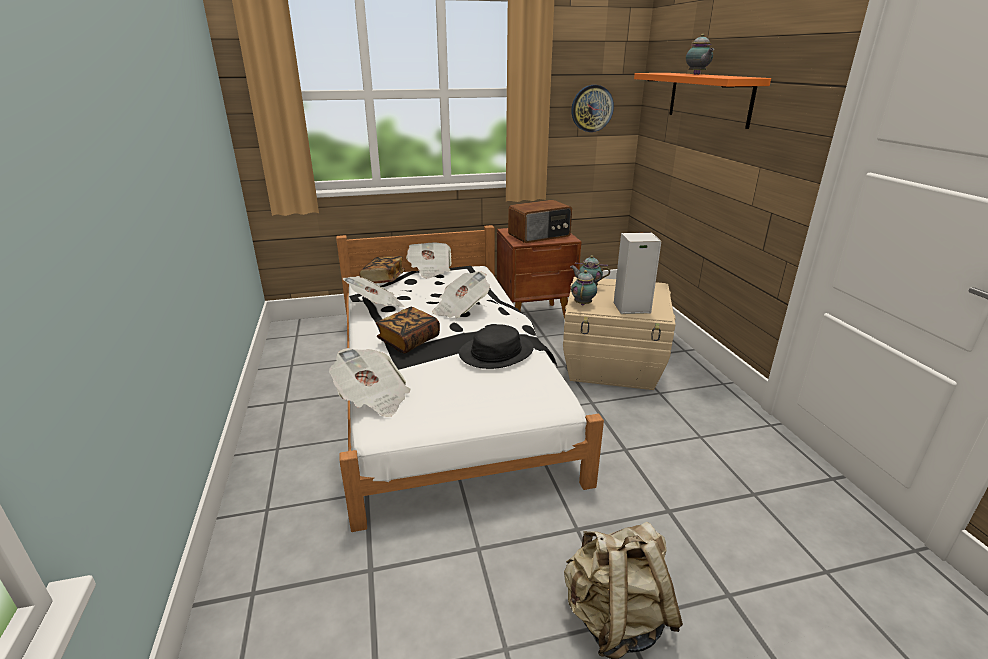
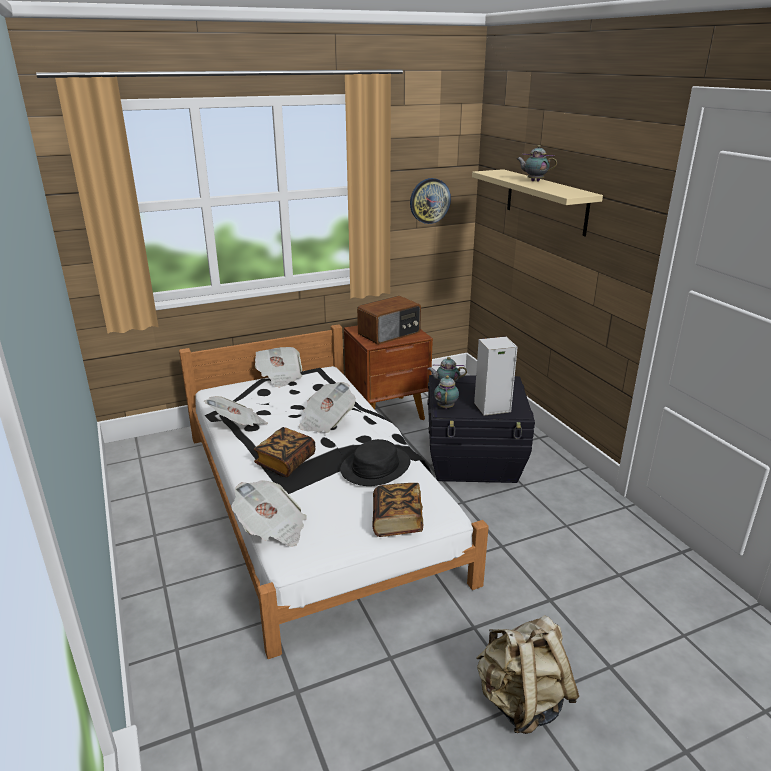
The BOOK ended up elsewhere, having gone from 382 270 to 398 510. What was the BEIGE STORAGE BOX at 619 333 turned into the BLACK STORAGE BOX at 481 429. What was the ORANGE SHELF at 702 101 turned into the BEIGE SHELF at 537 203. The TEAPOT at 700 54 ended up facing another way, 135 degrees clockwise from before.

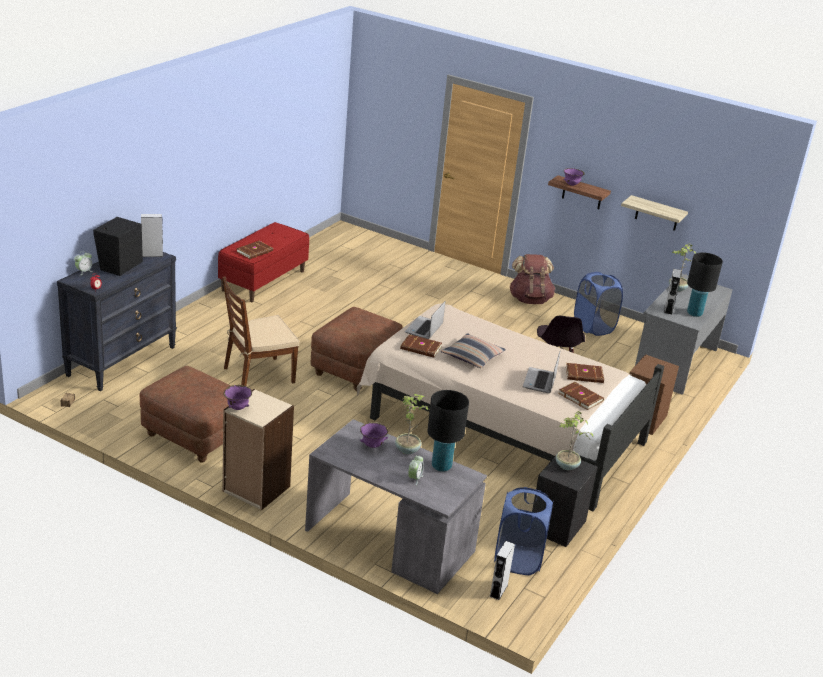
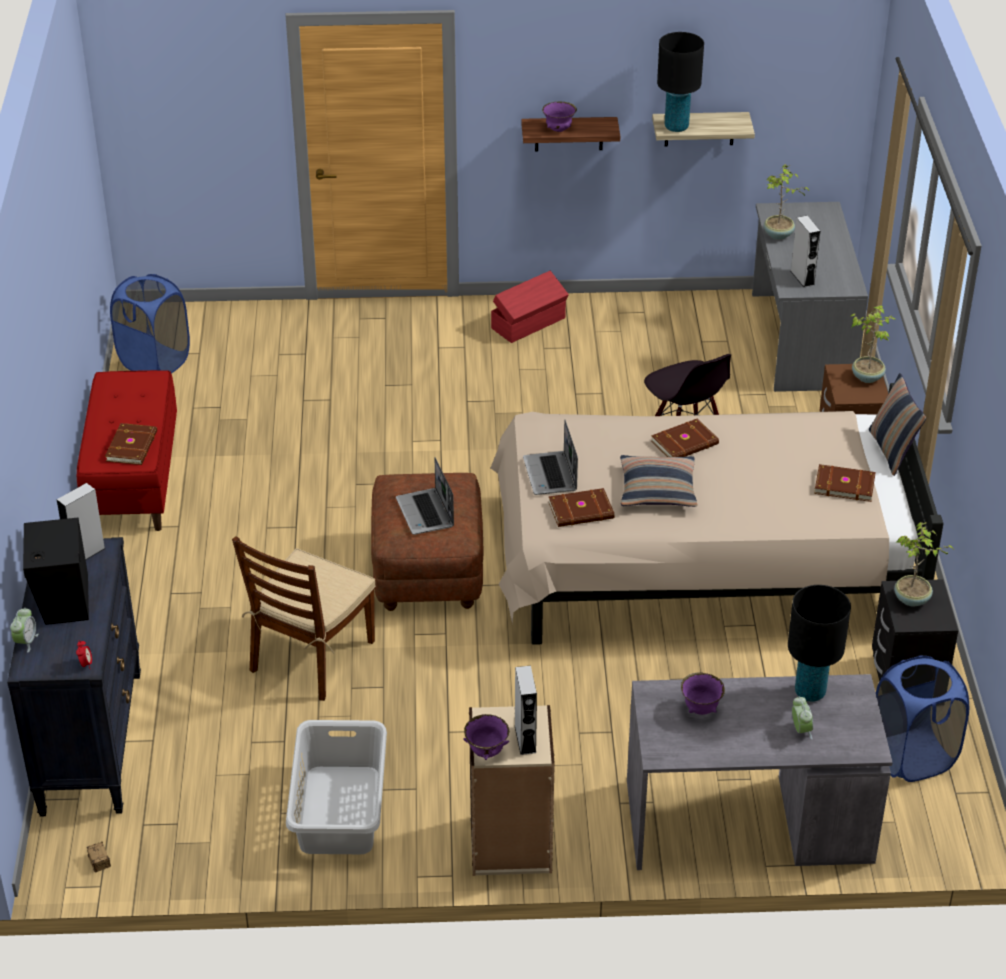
Where the BROWN OTTOMAN stood at 185 414, the GREY LAUNDRY BASKET came to stand at 336 787. The POTTED PLANT ended up elsewhere, having gone from 412 424 to 873 344. The GREY SPEAKER ended up elsewhere, having gone from 502 570 to 526 710. Where the BROWN BACKPACK stood at 532 279, the RED STORAGE BOX came to stand at 530 307. The LAPTOP ended up elsewhere, having gone from 541 372 to 425 496. The BROWN BOOK ended up elsewhere, having gone from 585 373 to 685 438. The BLUE LAUNDRY BASKET ended up elsewhere, having gone from 598 304 to 150 324. The BLACK TABLE LAMP ended up elsewhere, having gone from 705 284 to 680 82. The second view gained the PILLOW at 897 424.

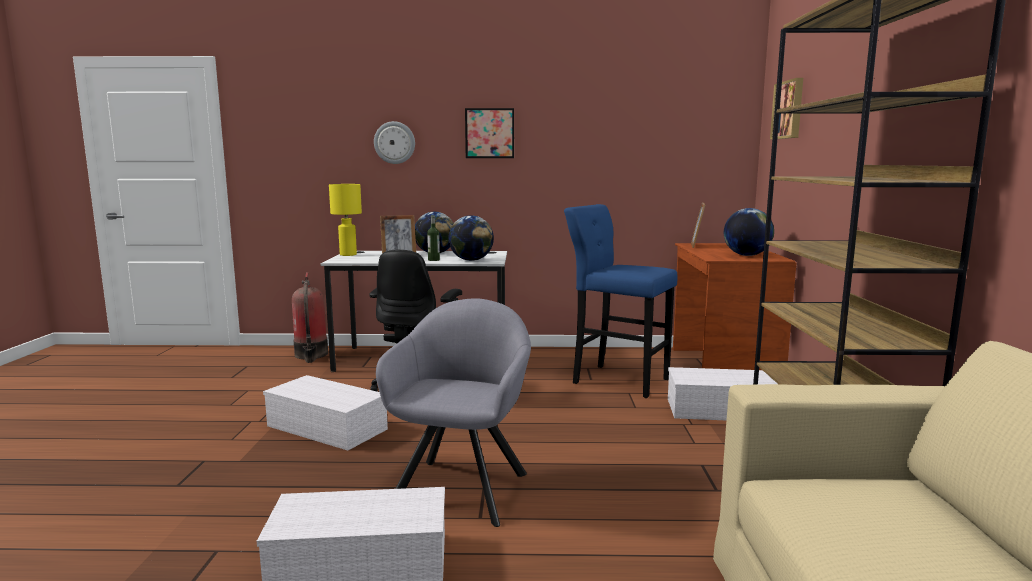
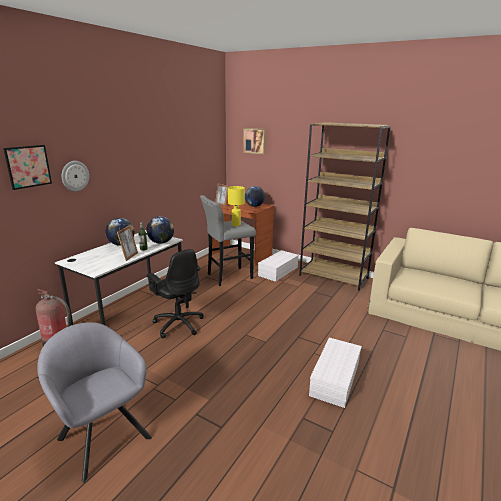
The second view lost the WHITE STORAGE BOX at 325 413. The YELLOW TABLE LAMP ended up elsewhere, having gone from 345 220 to 236 206. The GREY ARMCHAIR ended up elsewhere, having gone from 453 412 to 94 402. The PICTURE ended up elsewhere, having gone from 489 133 to 27 167. What was the BLUE STOOL at 620 301 turned into the GREY STOOL at 228 240.

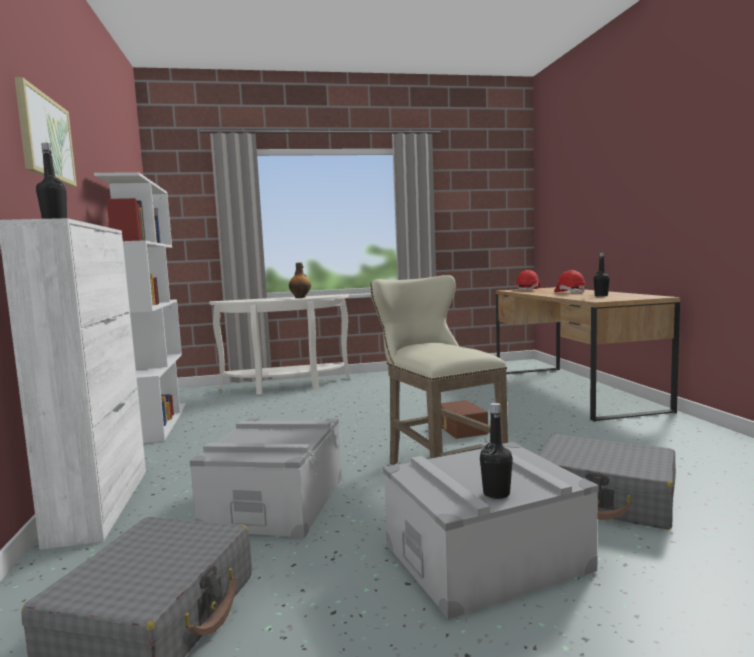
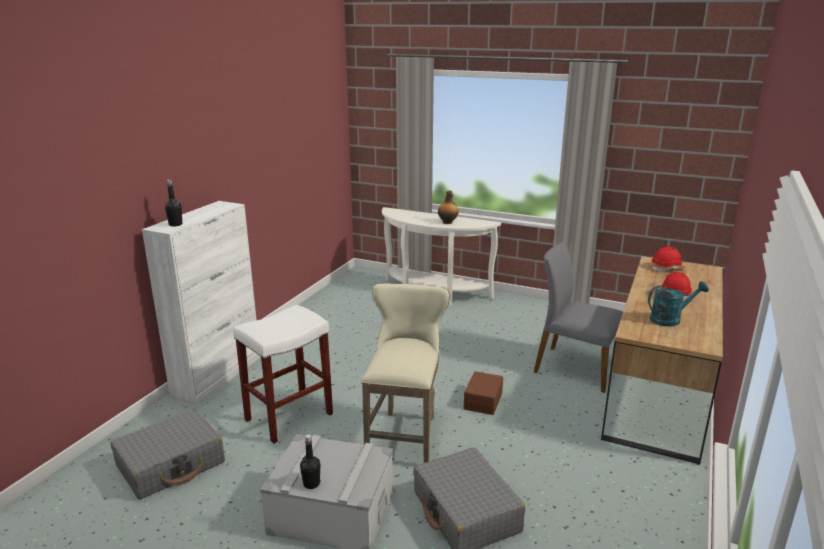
The second view lost the PICTURE at 46 132. The second view lost the WHITE BOOKCASE at 140 307. Where the GREY STORAGE BOX stood at 266 478, the WHITE STOOL came to stand at 283 374. Where the BLACK BOTTLE stood at 601 275, the TURQUOISE WATERING CAN came to stand at 678 304. The second view gained the GREY CHAIR at 578 317.

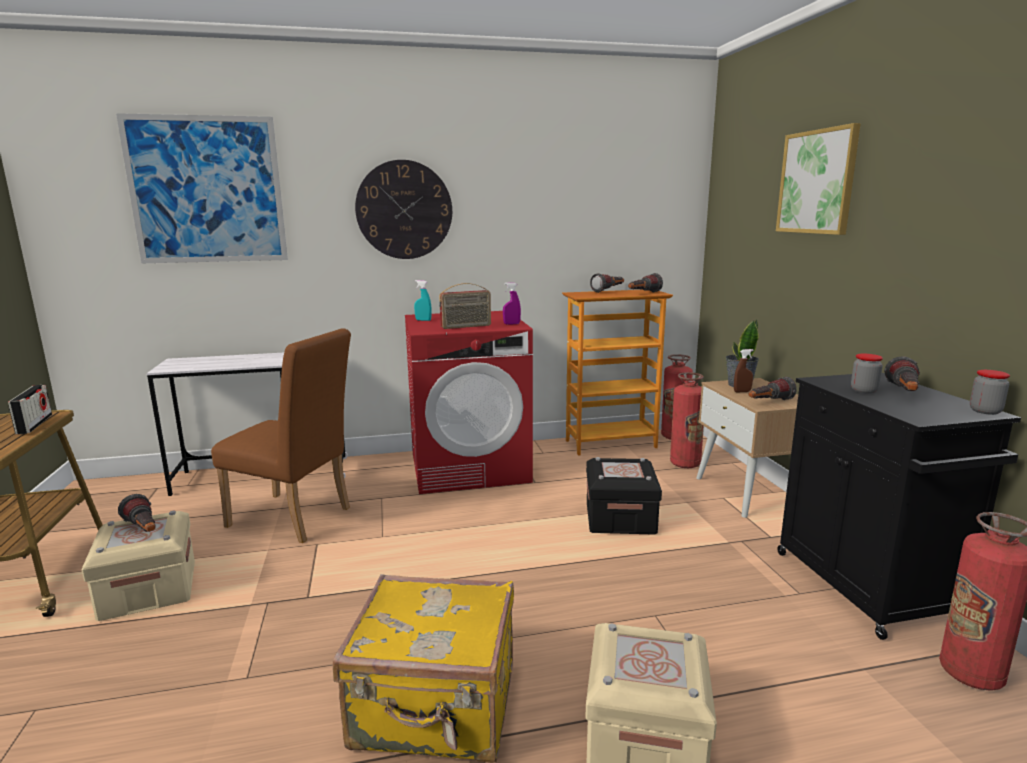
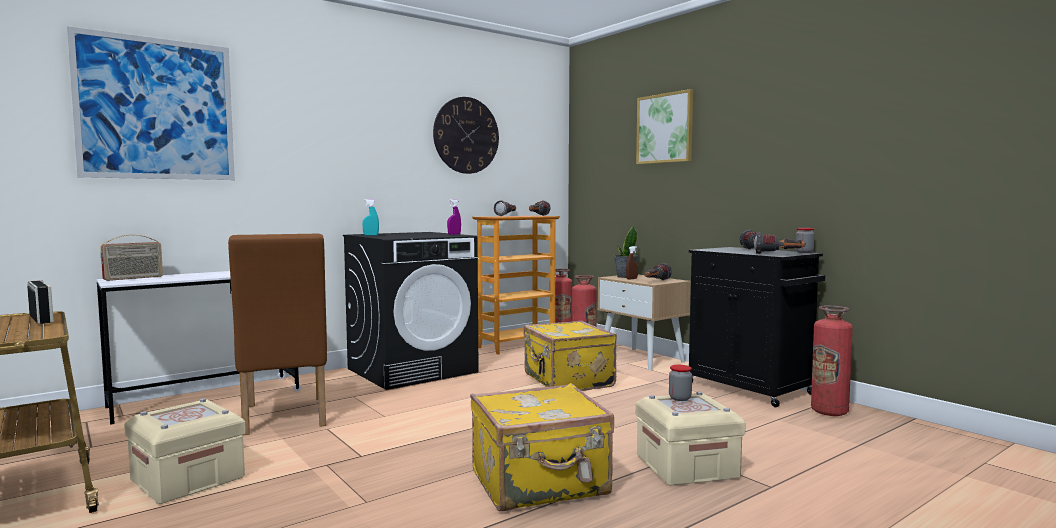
The FLASHLIGHT ended up elsewhere, having gone from 137 513 to 780 243. The BROWN CHAIR at 281 435 ended up facing another way, 75 degrees clockwise from before. The WALL CLOCK ended up elsewhere, having gone from 403 209 to 466 135. What was the RED WASHING MACHINE at 469 402 turned into the BLACK WASHING MACHINE at 411 311. The RADIO ended up elsewhere, having gone from 465 306 to 131 258. Where the BLACK STORAGE BOX stood at 624 496, the YELLOW SUITCASE came to stand at 570 356. The JAR ended up elsewhere, having gone from 867 374 to 680 383.

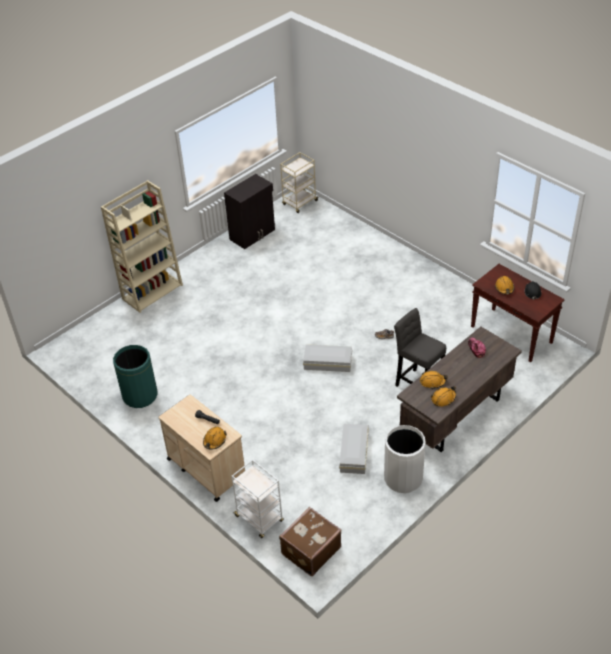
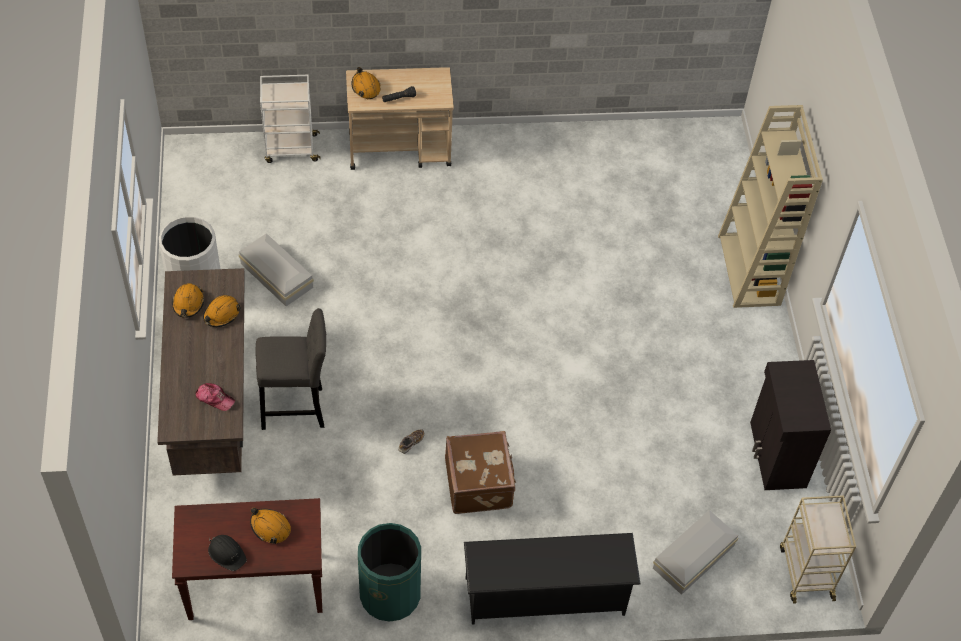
The GREEN TRASH CAN ended up elsewhere, having gone from 135 376 to 389 572. The BROWN SUITCASE ended up elsewhere, having gone from 310 541 to 480 472. The WHITE STORAGE BOX ended up elsewhere, having gone from 327 358 to 695 552. The second view gained the BLACK SHOE RACK at 552 579.

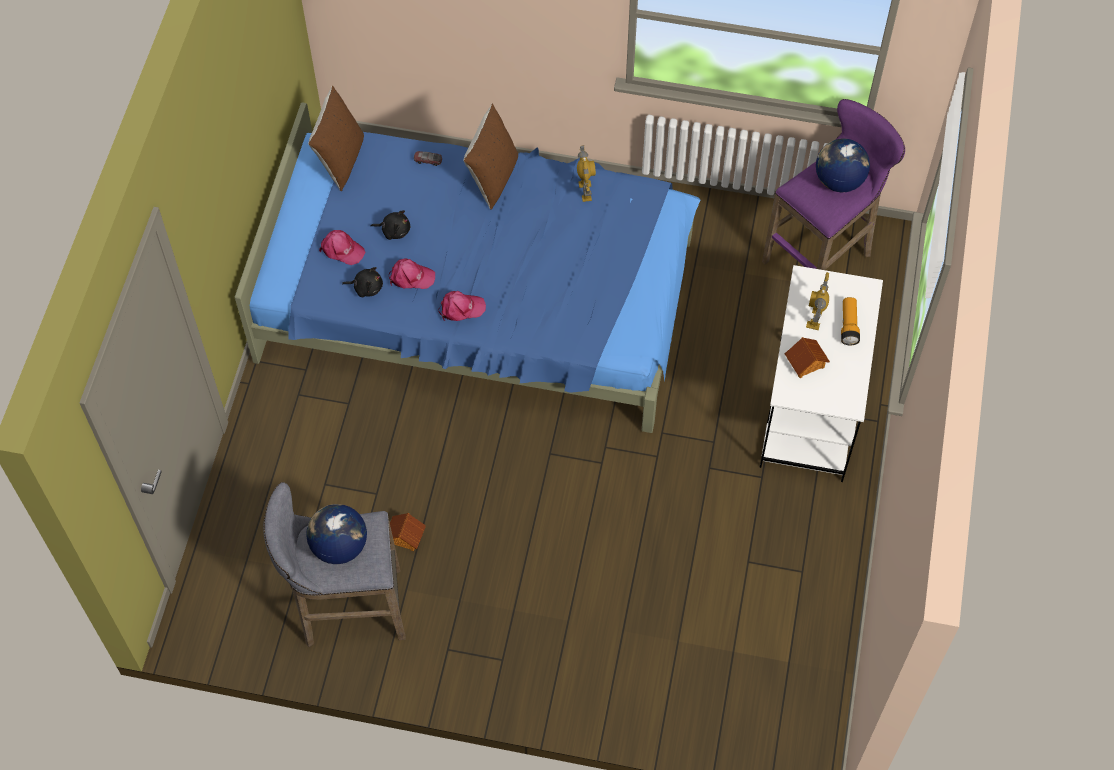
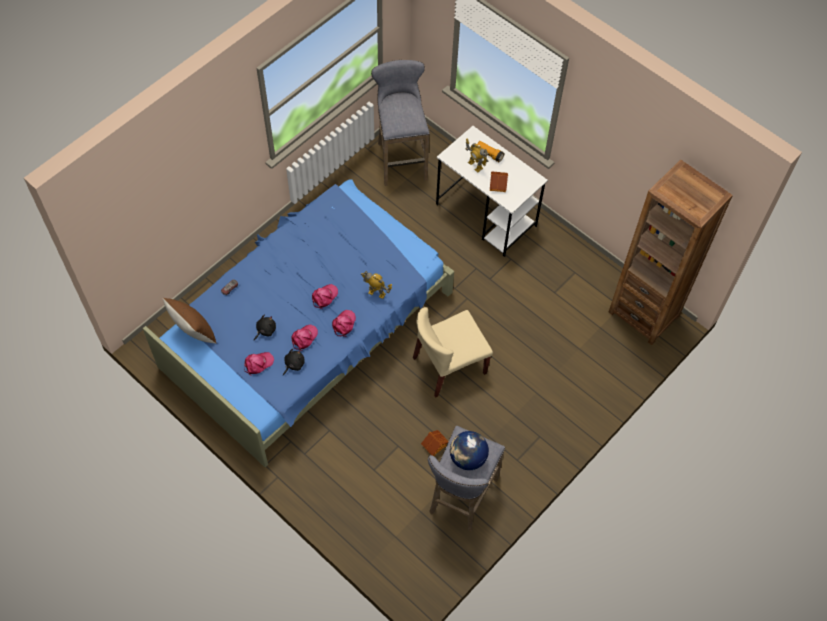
The second view lost the BROWN PILLOW at 490 157. The TOY ROBOT ended up elsewhere, having gone from 586 173 to 376 285. What was the PURPLE STOOL at 833 184 turned into the GREY STOOL at 400 123. The second view lost the GLOBE at 843 165. The second view gained the PINK CAP at 325 296. The second view gained the BEIGE CHAIR at 453 352. The second view gained the BROWN BOOKCASE at 671 252.

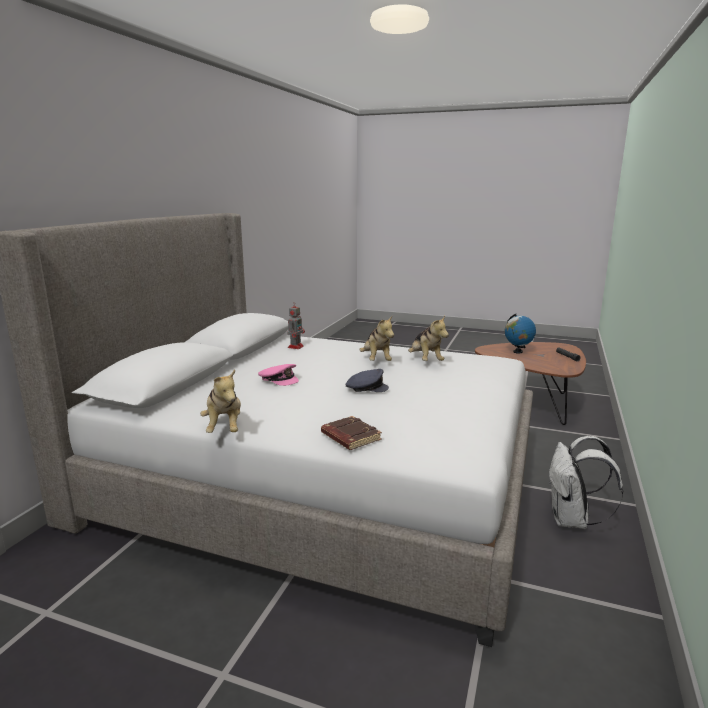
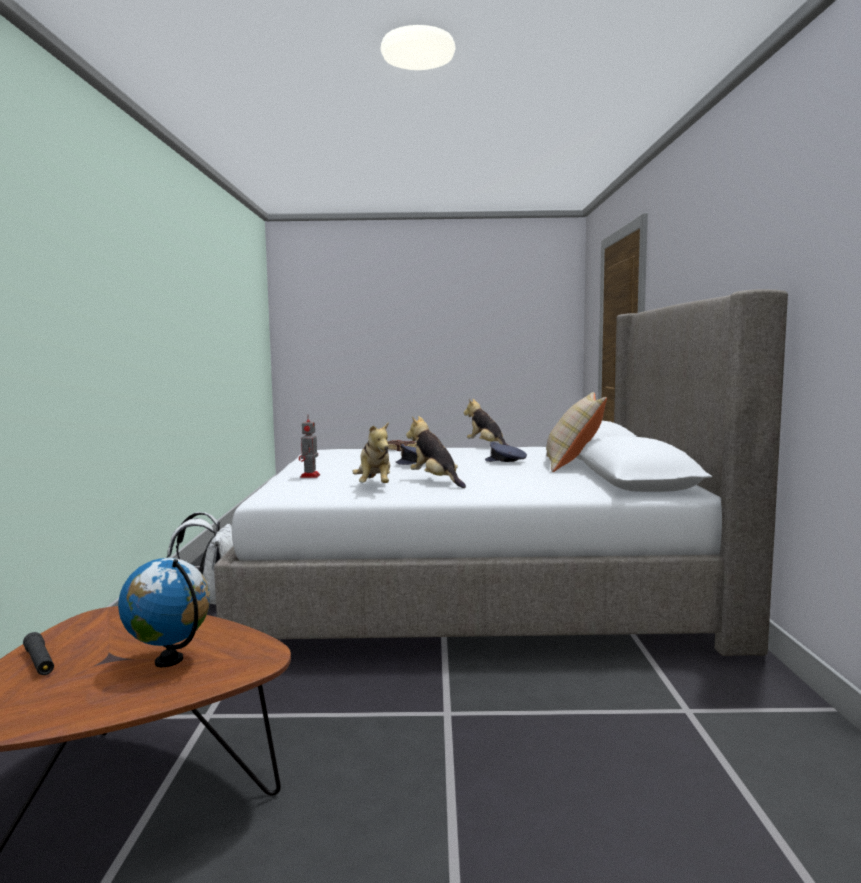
What was the PINK CAP at 278 375 turned into the GREY CAP at 506 451. The TOY ROBOT ended up elsewhere, having gone from 296 326 to 309 446. The PLUSH TOY at 428 338 ended up facing another way, 150 degrees counterclockwise from before. The second view gained the BEIGE PILLOW at 576 432.

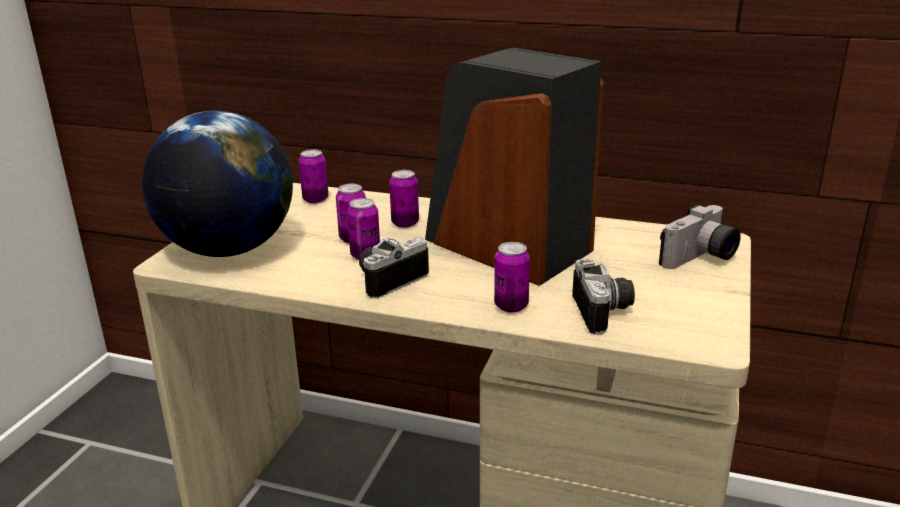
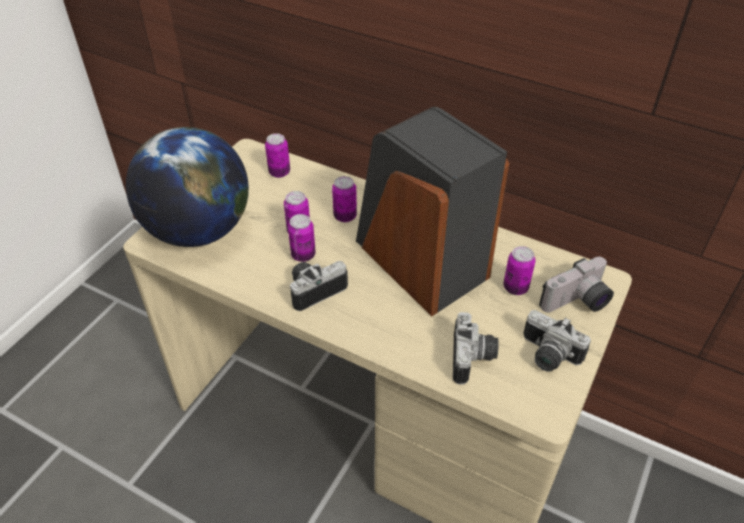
The CAN ended up elsewhere, having gone from 512 277 to 519 270. The second view gained the PHOTO CAMERA at 557 341.

